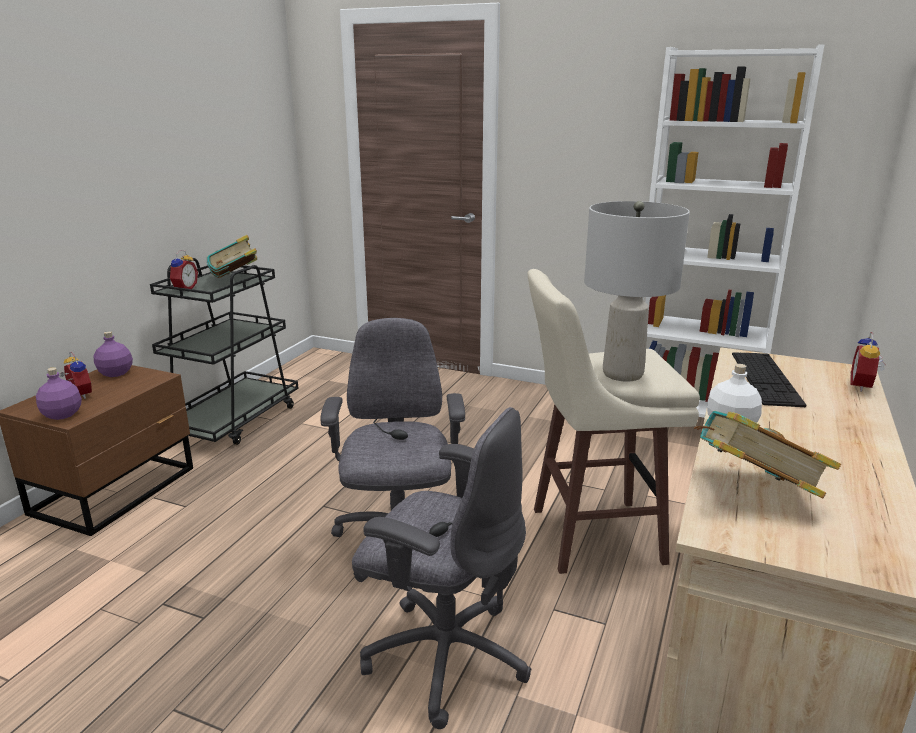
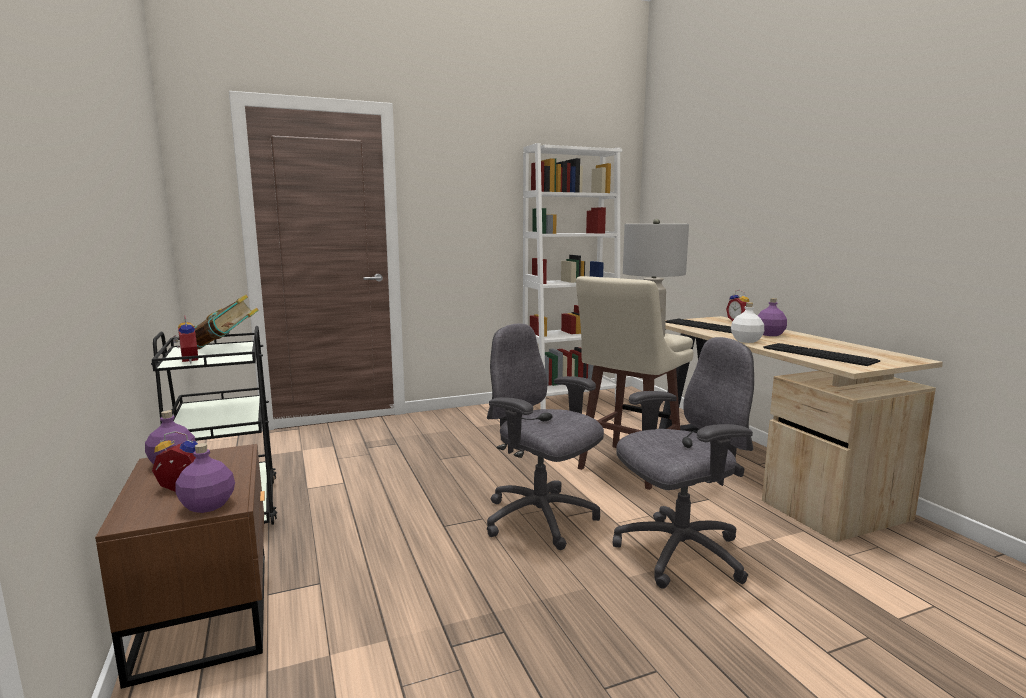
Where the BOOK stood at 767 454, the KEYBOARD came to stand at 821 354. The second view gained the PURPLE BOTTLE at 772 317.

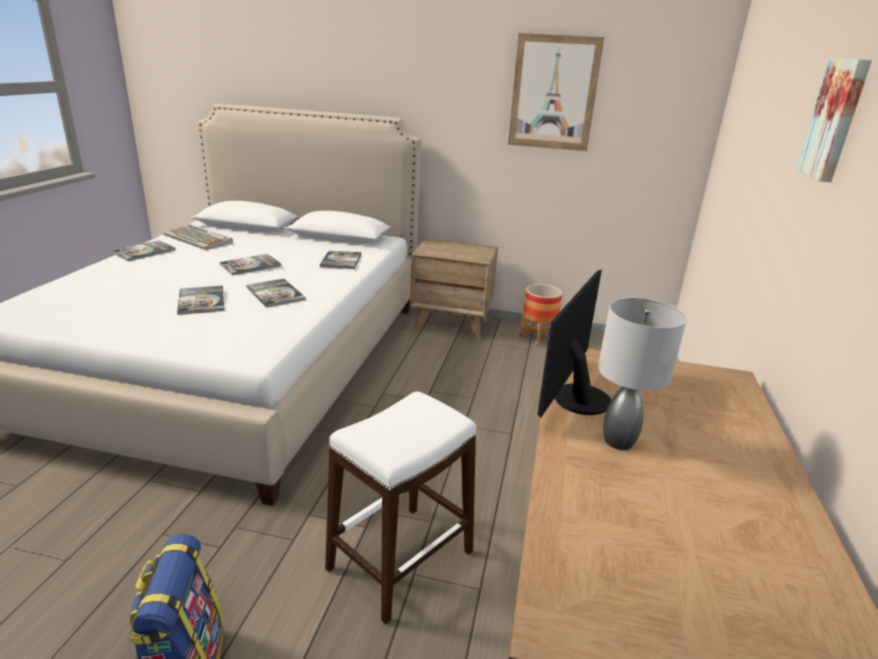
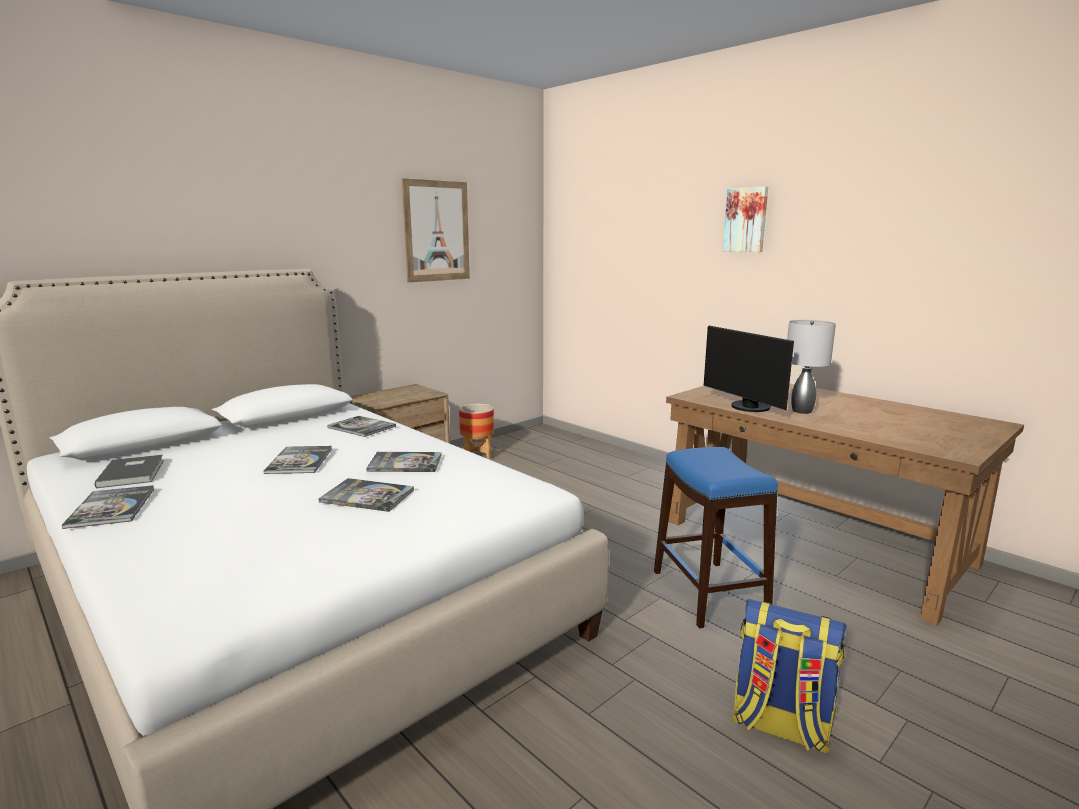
Where the KEYBOARD stood at 198 237, the GREY BOOK came to stand at 129 471. What was the WHITE STOOL at 400 508 turned into the BLUE STOOL at 716 537.

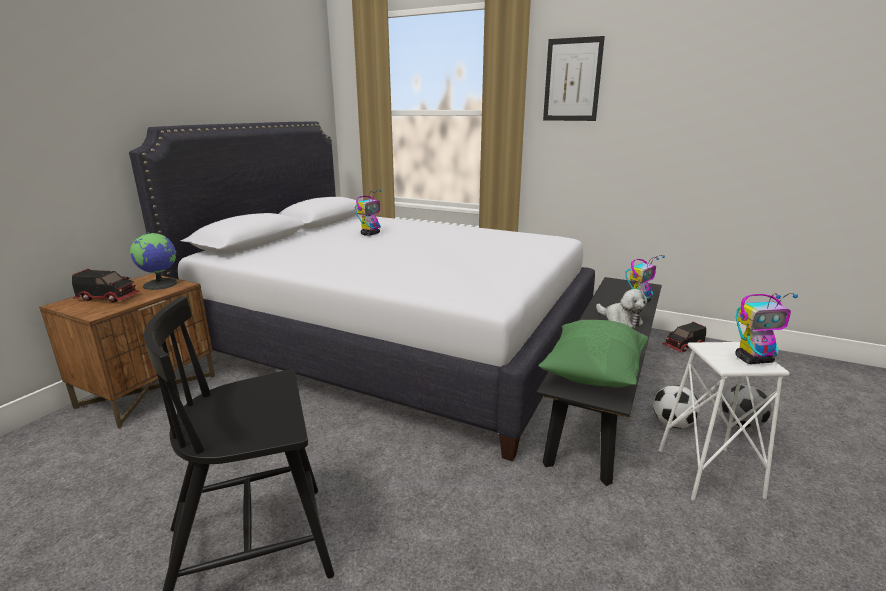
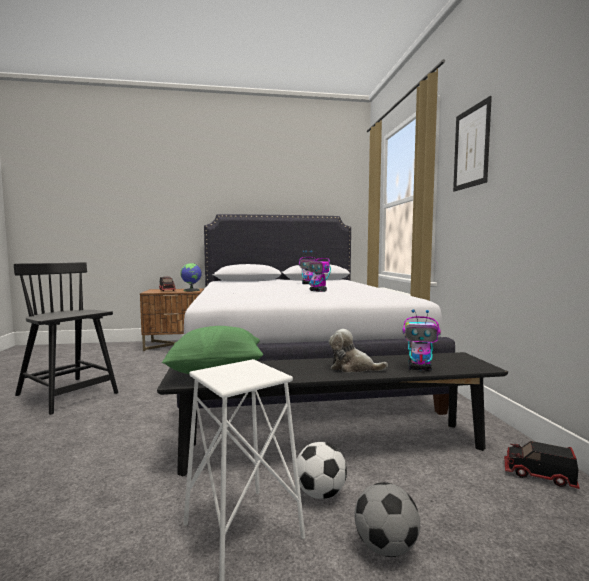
The PLUSH TOY at 621 308 ended up facing another way, 90 degrees clockwise from before. The TOY ROBOT ended up elsewhere, having gone from 766 328 to 318 271.

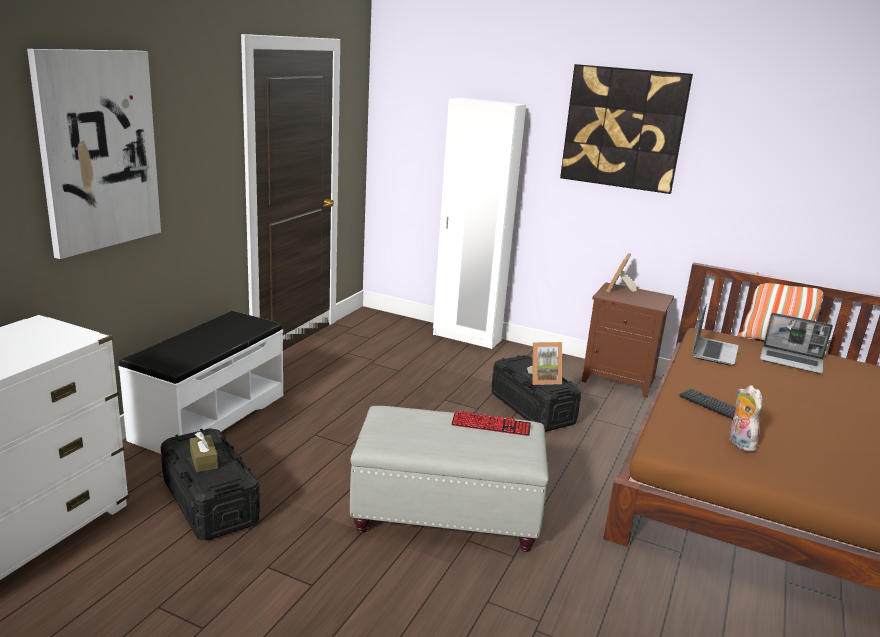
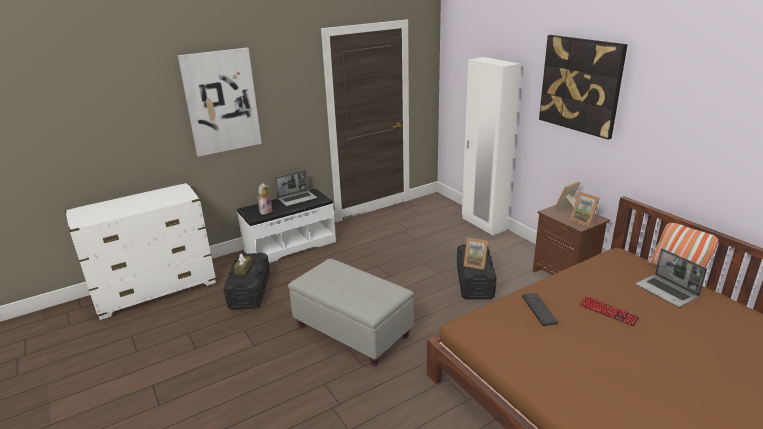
The KEYBOARD ended up elsewhere, having gone from 491 423 to 609 311. The LAPTOP ended up elsewhere, having gone from 715 334 to 296 188. The PLUSH TOY ended up elsewhere, having gone from 745 418 to 264 199. The second view gained the PICTURE FRAME at 585 209.

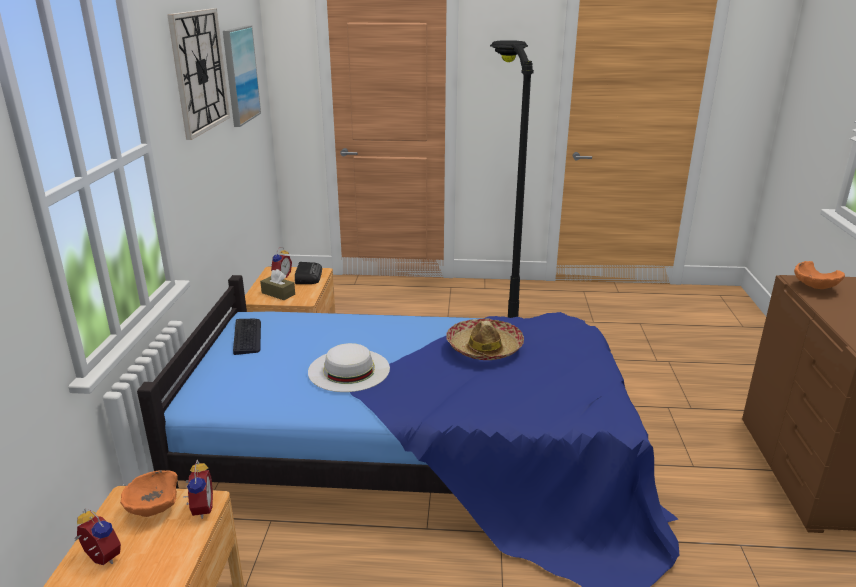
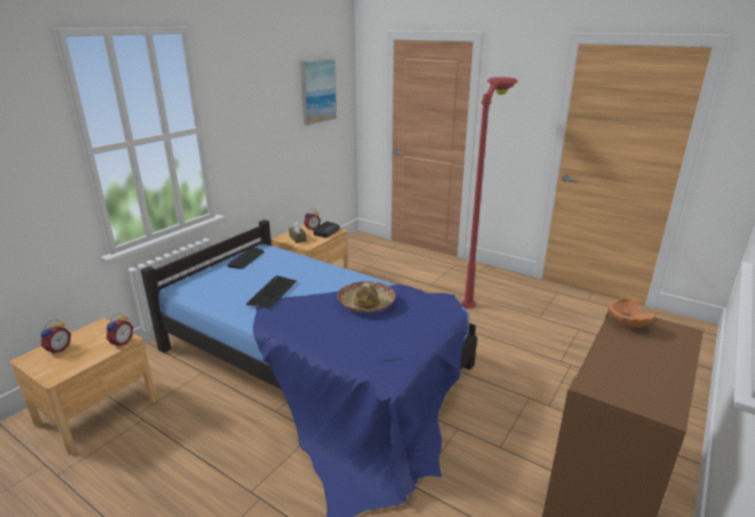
The ALARM CLOCK at 97 536 ended up facing another way, 45 degrees clockwise from before. The second view lost the ORANGE BOWL at 149 493. The second view lost the WALL CLOCK at 198 74. Where the WHITE HAT stood at 349 367, the KEYBOARD came to stand at 271 292. What was the BLACK FLOOR LAMP at 512 179 turned into the RED FLOOR LAMP at 489 193.

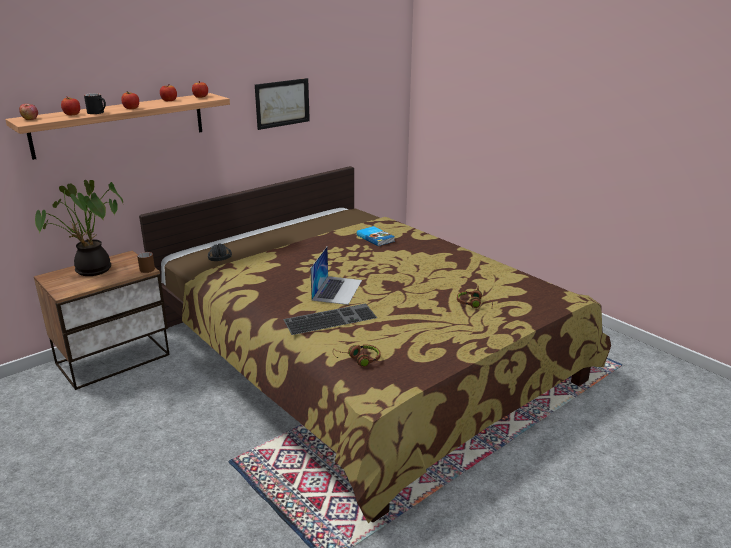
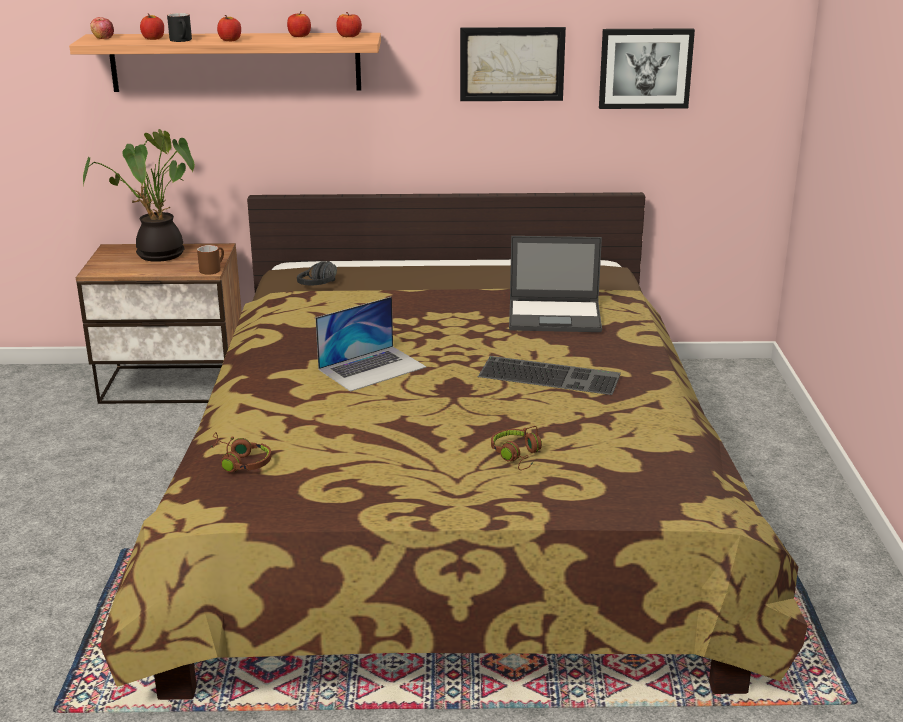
The KEYBOARD ended up elsewhere, having gone from 330 319 to 549 375. Where the BOOK stood at 376 236, the LAPTOP came to stand at 555 284. The second view gained the PICTURE at 647 68.

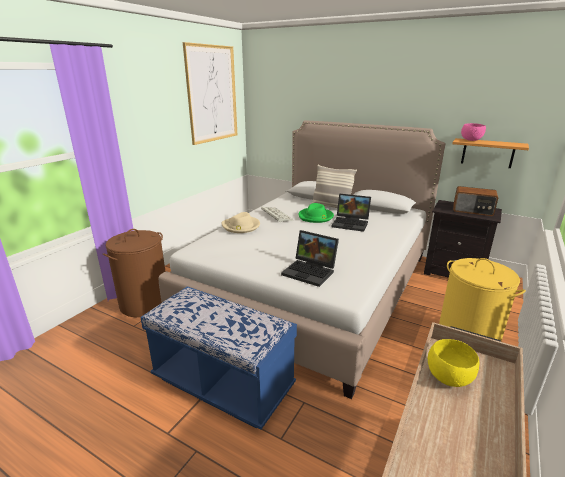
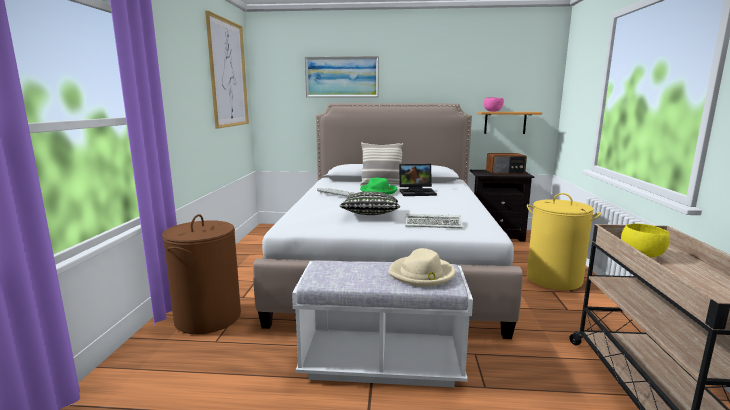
What was the BLUE BENCH at 218 357 turned into the WHITE BENCH at 382 324. The BEIGE HAT ended up elsewhere, having gone from 241 222 to 421 267. Where the LAPTOP stood at 310 258, the KEYBOARD came to stand at 434 221. The second view gained the PICTURE at 342 76. The second view gained the PILLOW at 369 203.

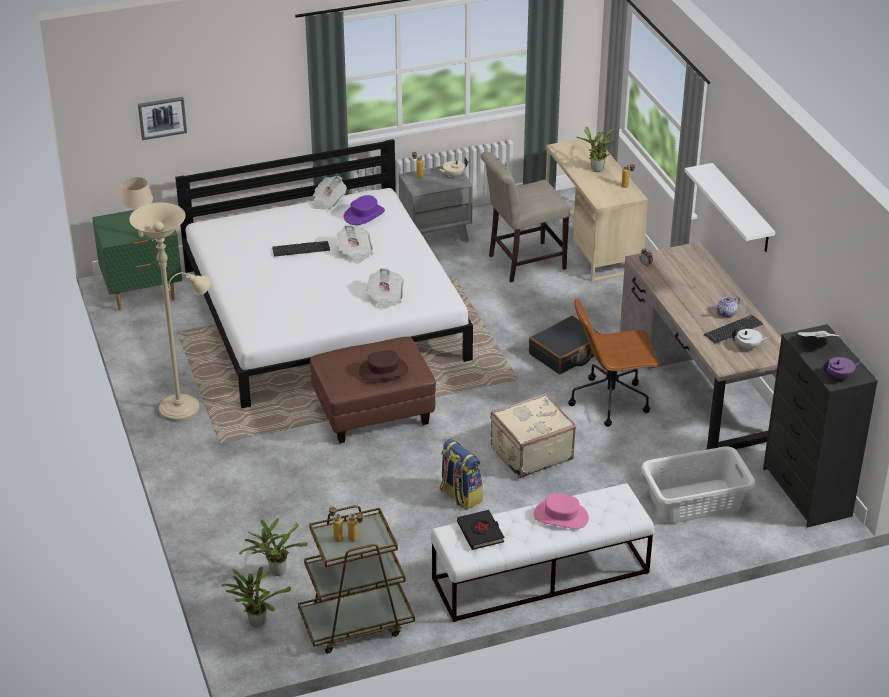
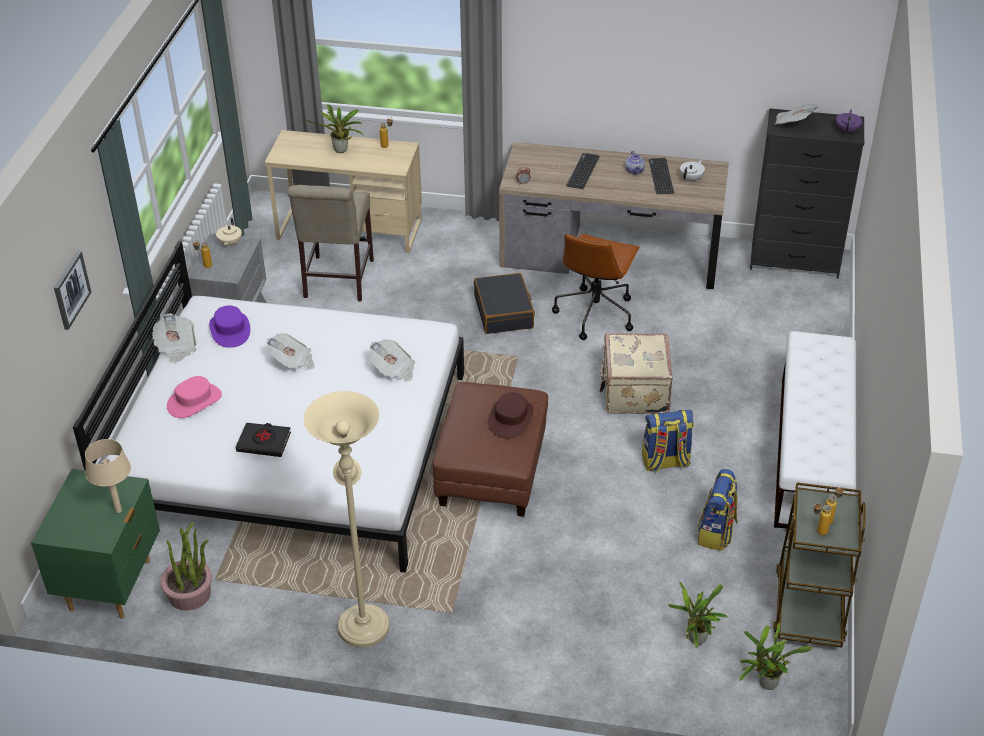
The PICTURE ended up elsewhere, having gone from 162 118 to 72 290. The KEYBOARD ended up elsewhere, having gone from 301 248 to 583 171. The BLACK BOOK ended up elsewhere, having gone from 480 530 to 263 440. The PINK HAT ended up elsewhere, having gone from 561 511 to 194 397. The second view lost the WHITE LAUNDRY BASKET at 698 485. The second view lost the WHITE SHELF at 730 207. The second view gained the POTTED PLANT at 186 566. The second view gained the BACKPACK at 717 510.

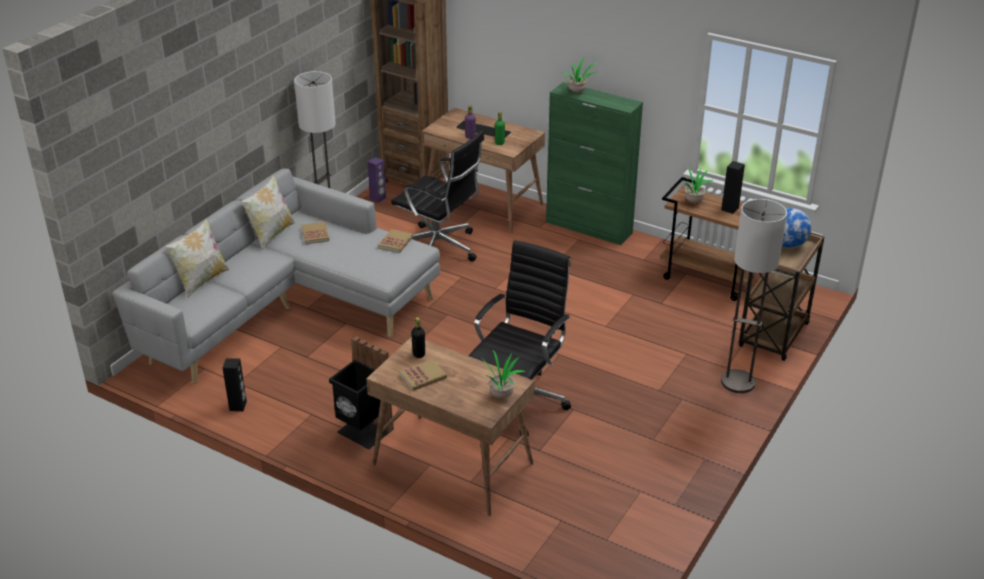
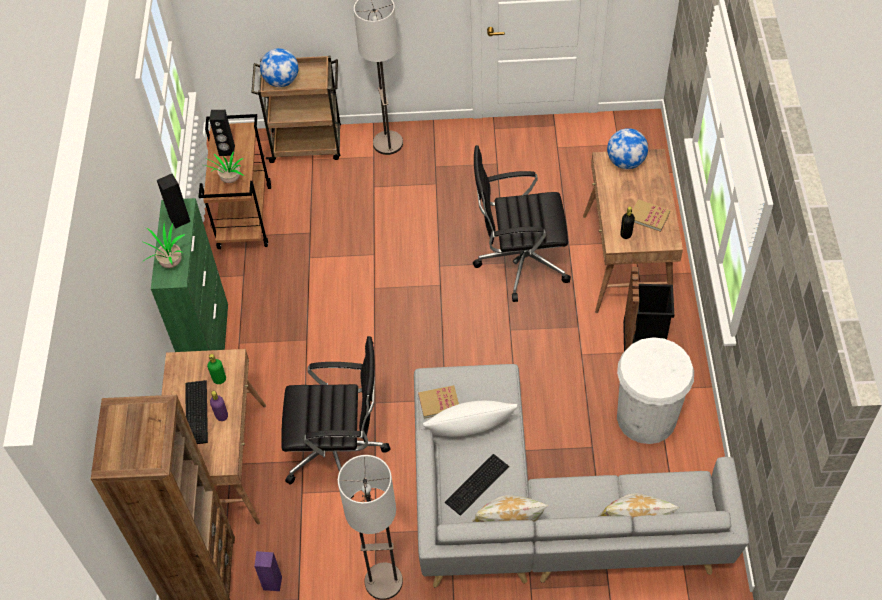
The BLACK SPEAKER ended up elsewhere, having gone from 235 384 to 173 201. Where the BOOK stood at 315 233, the KEYBOARD came to stand at 477 485. The BLACK OFFICE CHAIR at 437 195 ended up facing another way, 90 degrees clockwise from before. Where the POTTED PLANT stood at 504 374, the GLOBE came to stand at 627 148. The second view gained the WHITE PILLOW at 470 419. The second view gained the WHITE TRASH CAN at 655 390.

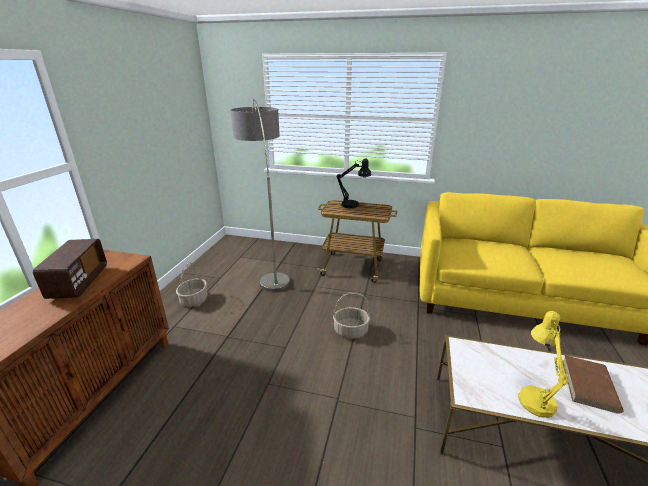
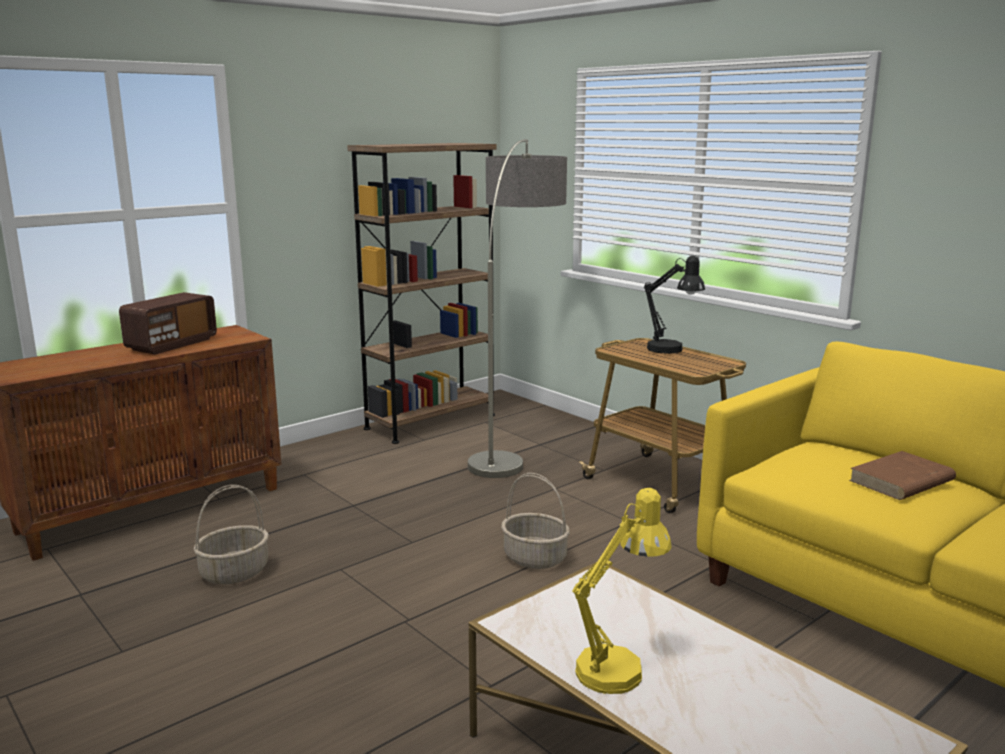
The BASKET ended up elsewhere, having gone from 192 285 to 231 534. The BROWN BOOK ended up elsewhere, having gone from 593 384 to 902 475. The second view gained the BROWN BOOKCASE at 422 293.

